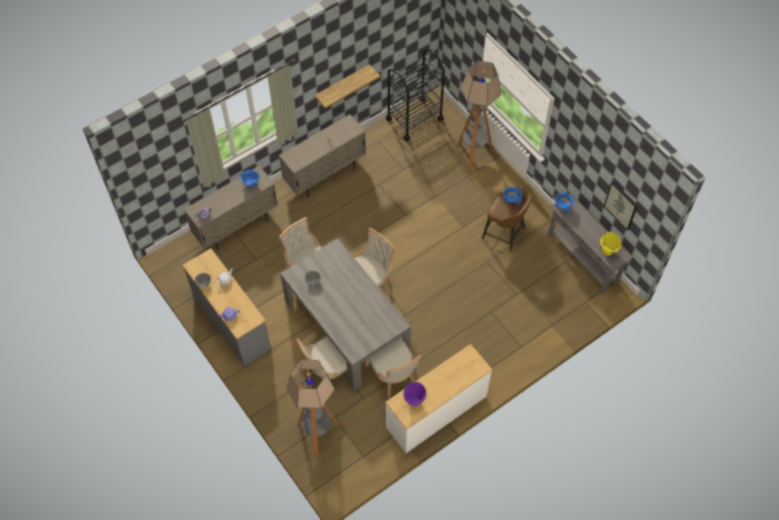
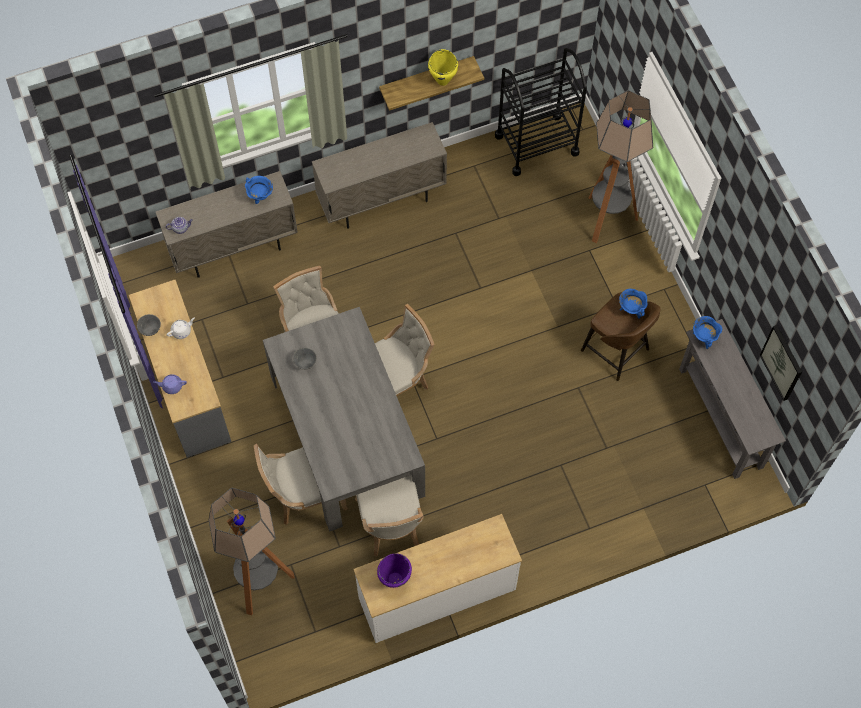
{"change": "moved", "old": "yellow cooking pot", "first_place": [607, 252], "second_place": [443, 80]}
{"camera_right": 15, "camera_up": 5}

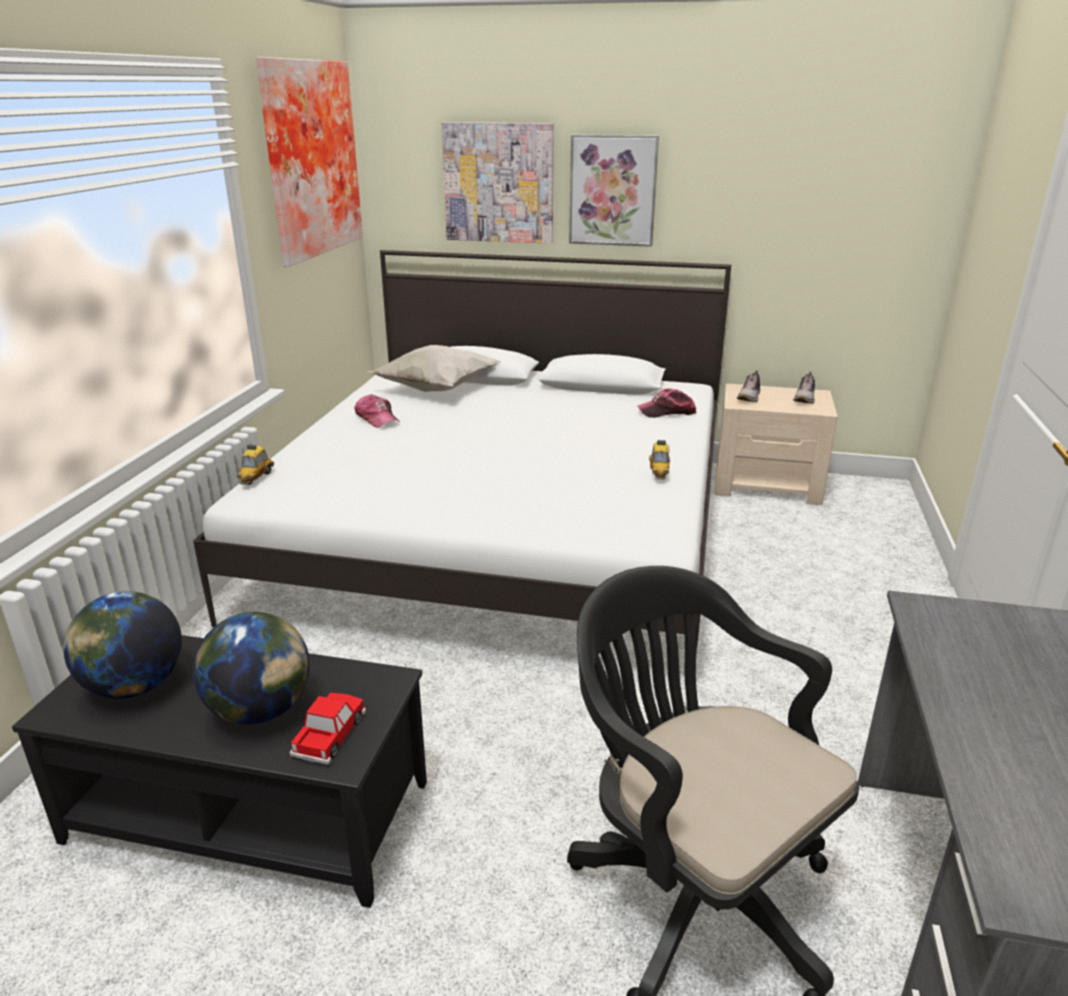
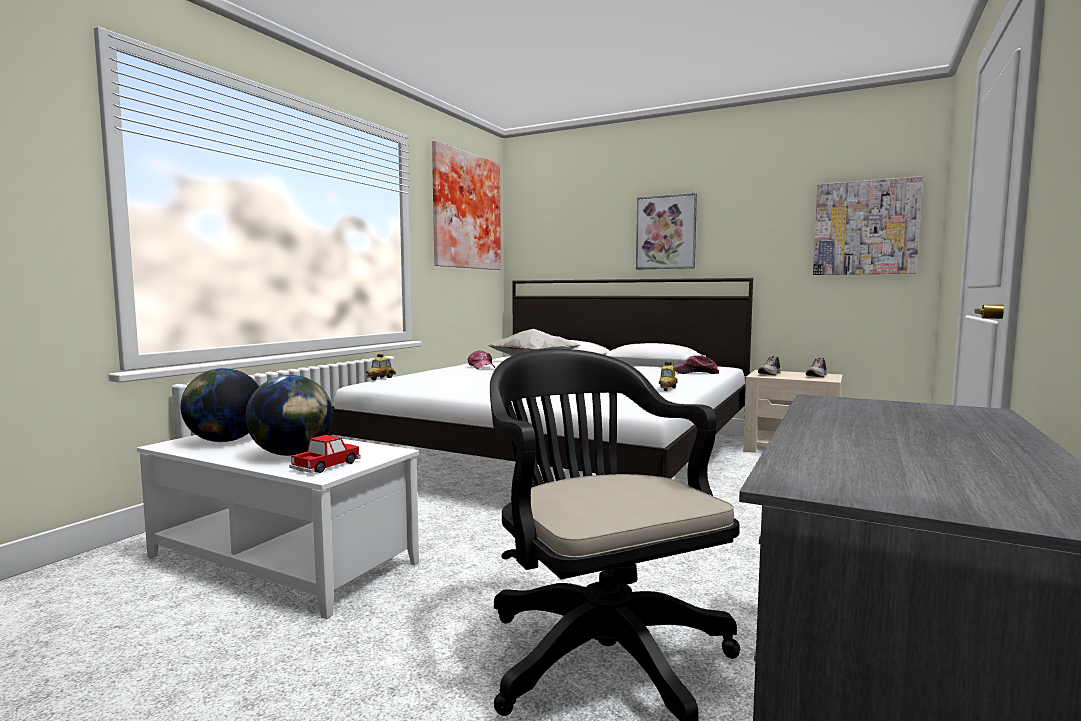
{"change": "recoloured", "old": "black coffee table", "new": "white coffee table", "first_place": [248, 814], "second_place": [280, 561]}
{"change": "moved", "old": "picture", "first_place": [499, 183], "second_place": [865, 228]}
{"camera_right": 15, "camera_up": -20}

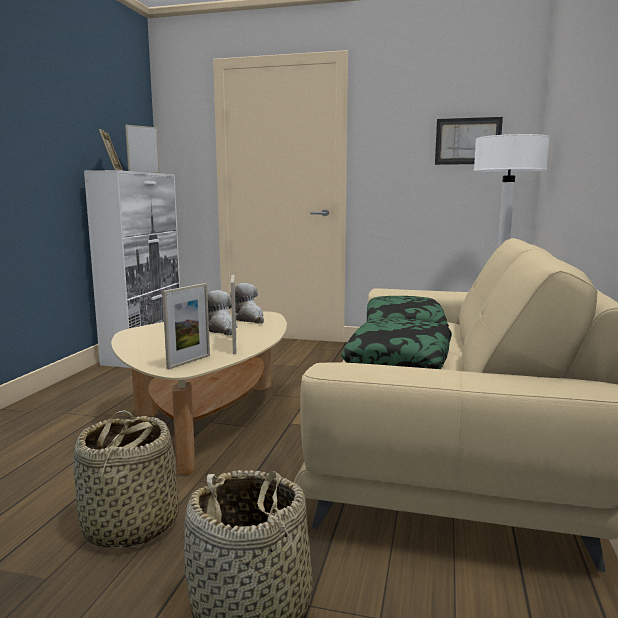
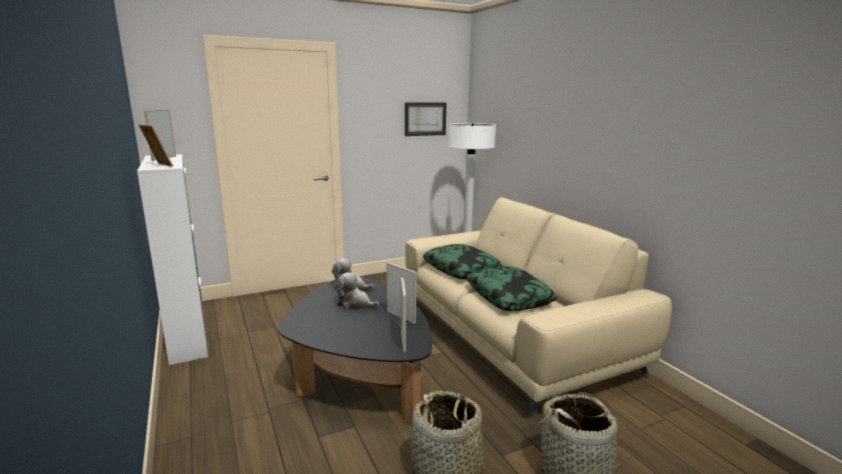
{"change": "recoloured", "old": "beige coffee table", "new": "black coffee table", "first_place": [209, 418], "second_place": [359, 376]}
{"camera_right": -40, "camera_up": 5}

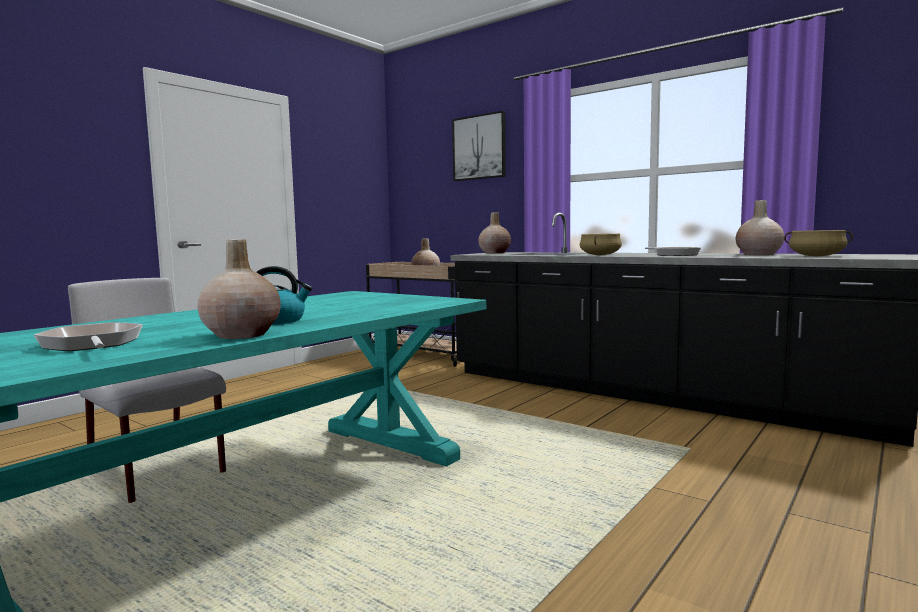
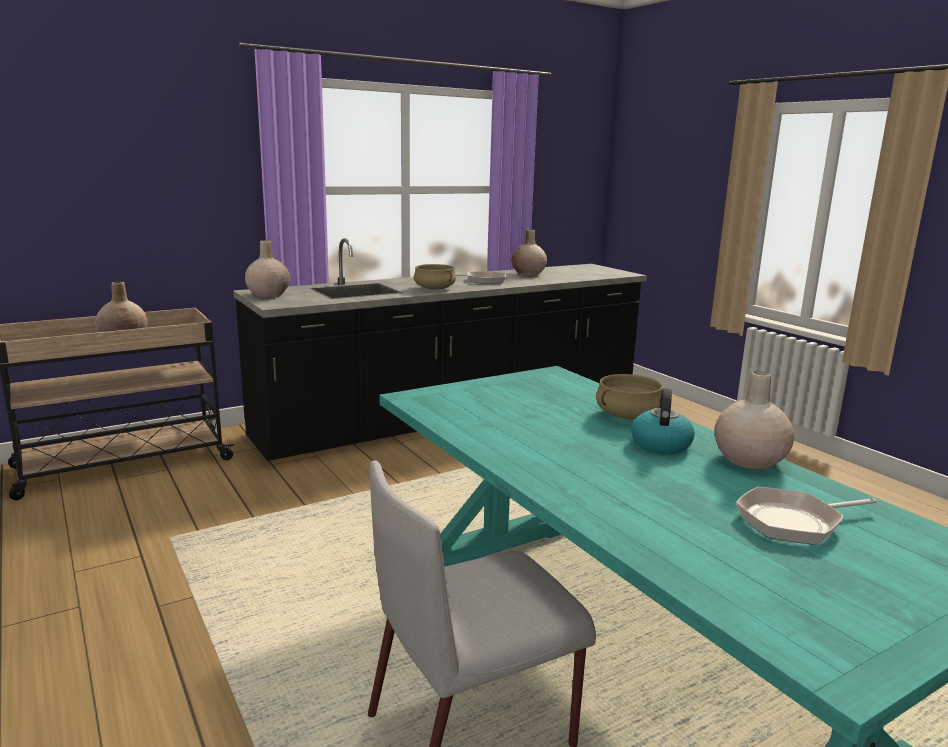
{"change": "removed", "old": "picture", "first_place": [479, 147]}
{"change": "moved", "old": "beige cooking pot", "first_place": [816, 256], "second_place": [627, 415]}
{"camera_right": -70, "camera_up": 10}

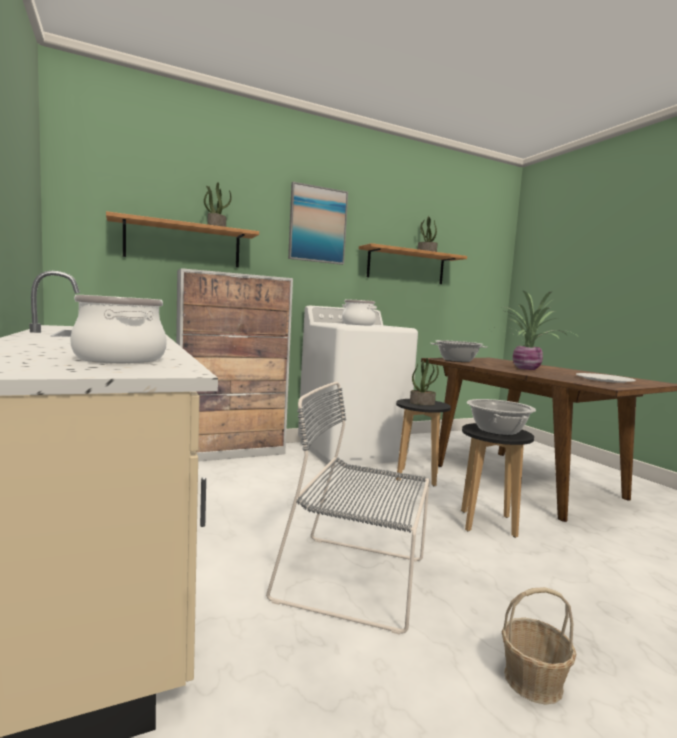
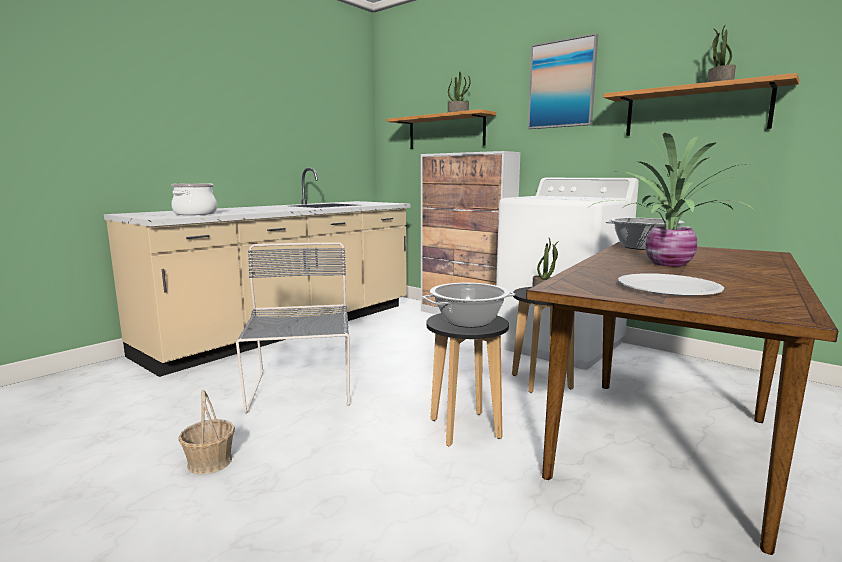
{"change": "removed", "old": "cooking pot", "first_place": [358, 324]}
{"camera_right": 65, "camera_up": 5}

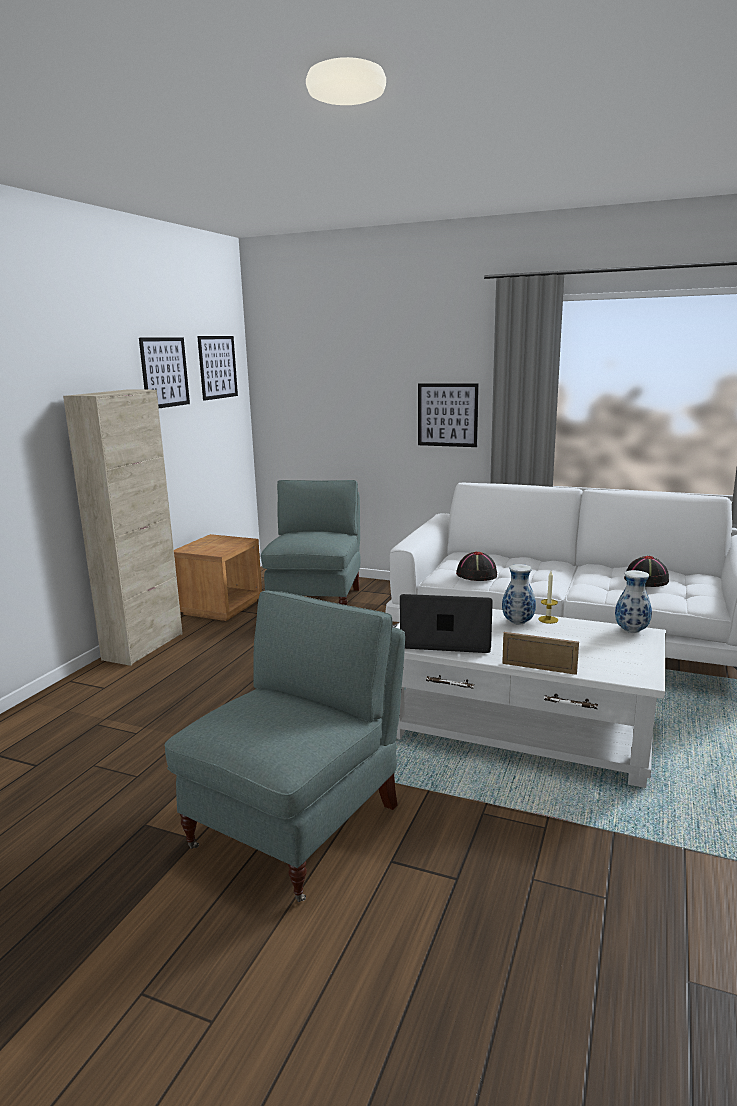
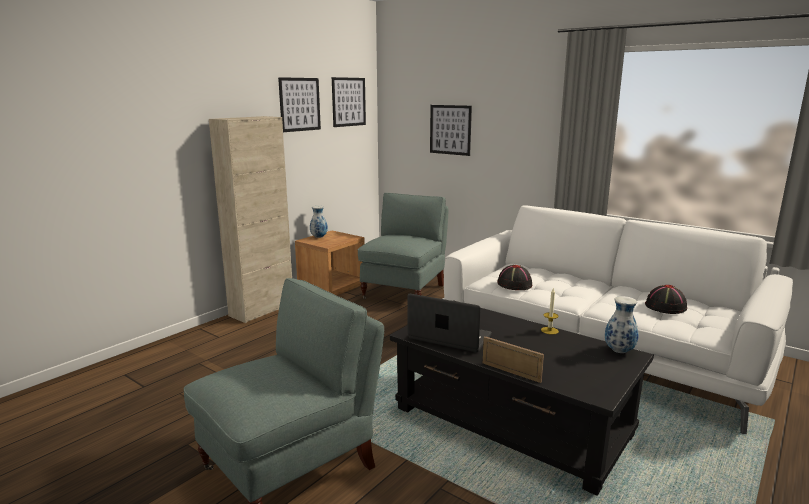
{"change": "recoloured", "old": "white coffee table", "new": "black coffee table", "first_place": [520, 729], "second_place": [512, 422]}
{"change": "moved", "old": "picture", "first_place": [447, 415], "second_place": [450, 129]}
{"change": "moved", "old": "vase", "first_place": [517, 622], "second_place": [319, 237]}
{"camera_right": 15, "camera_up": 0}

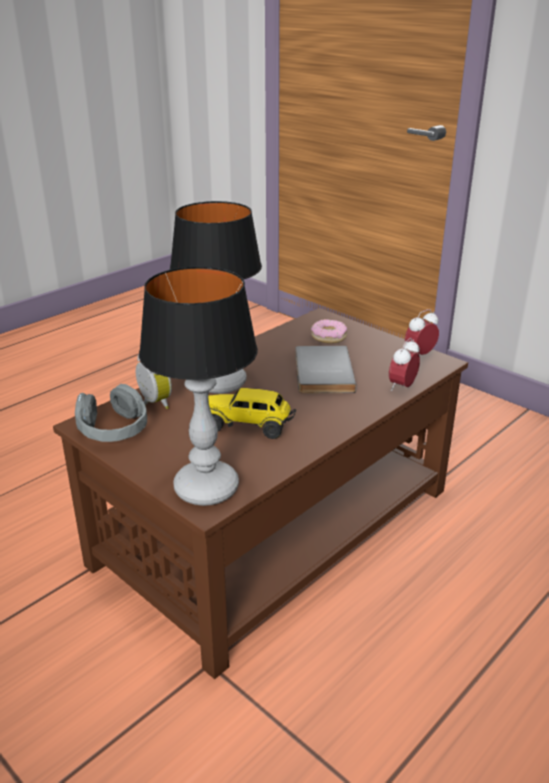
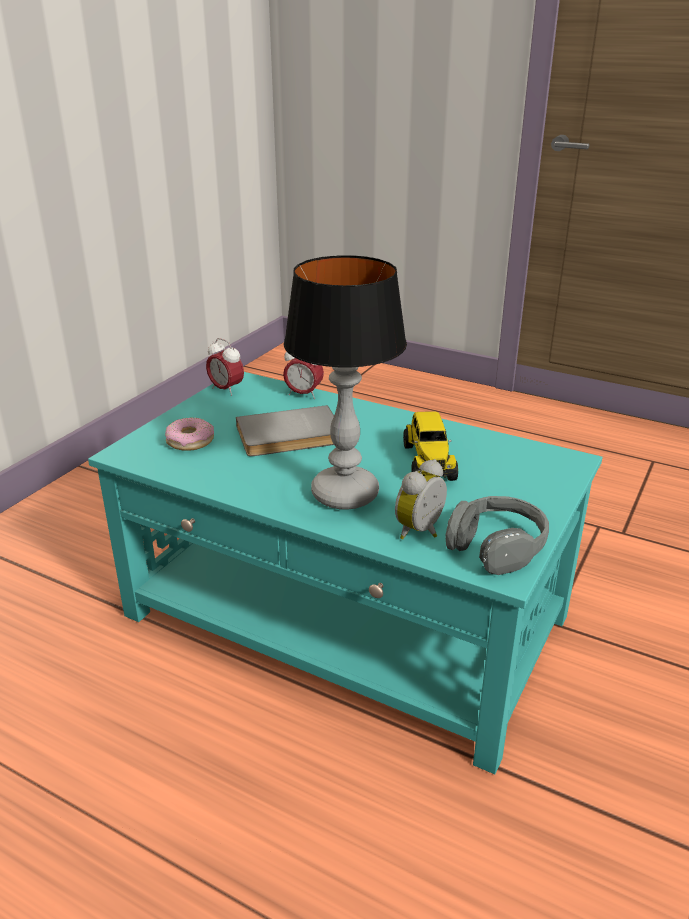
{"change": "recoloured", "old": "brown coffee table", "new": "turquoise coffee table", "first_place": [274, 526], "second_place": [347, 617]}
{"change": "removed", "old": "table lamp", "first_place": [207, 487]}
{"camera_right": -105, "camera_up": 0}

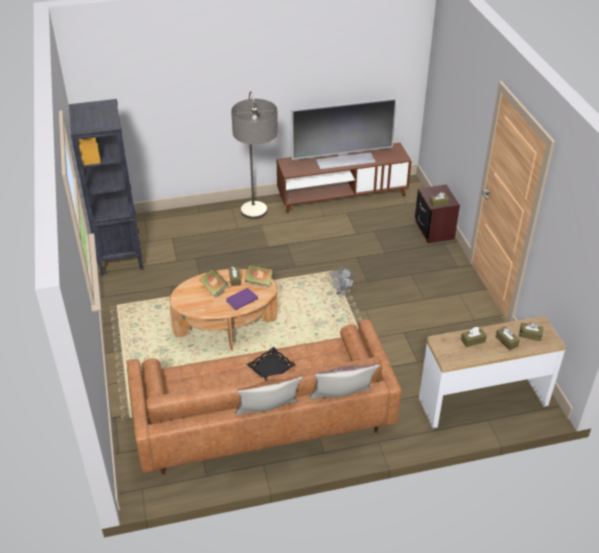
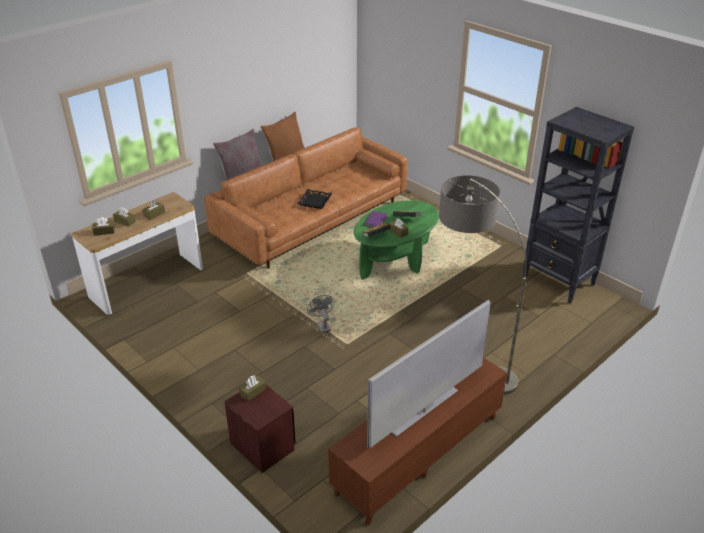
{"change": "recoloured", "old": "brown coffee table", "new": "green coffee table", "first_place": [226, 329], "second_place": [395, 261]}
{"camera_right": 150, "camera_up": -5}

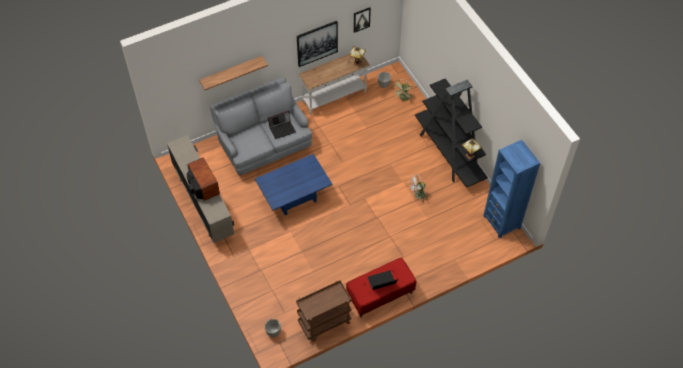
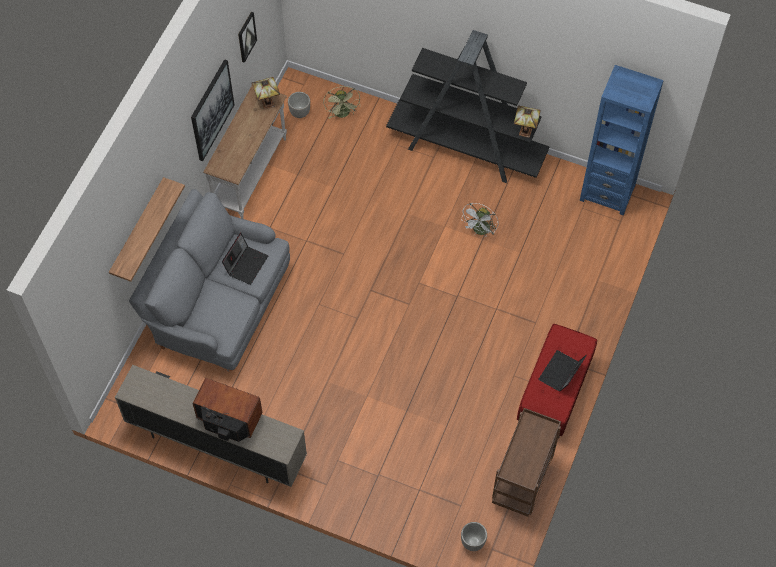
{"change": "removed", "old": "blue coffee table", "first_place": [294, 197]}
{"camera_right": -40, "camera_up": 5}

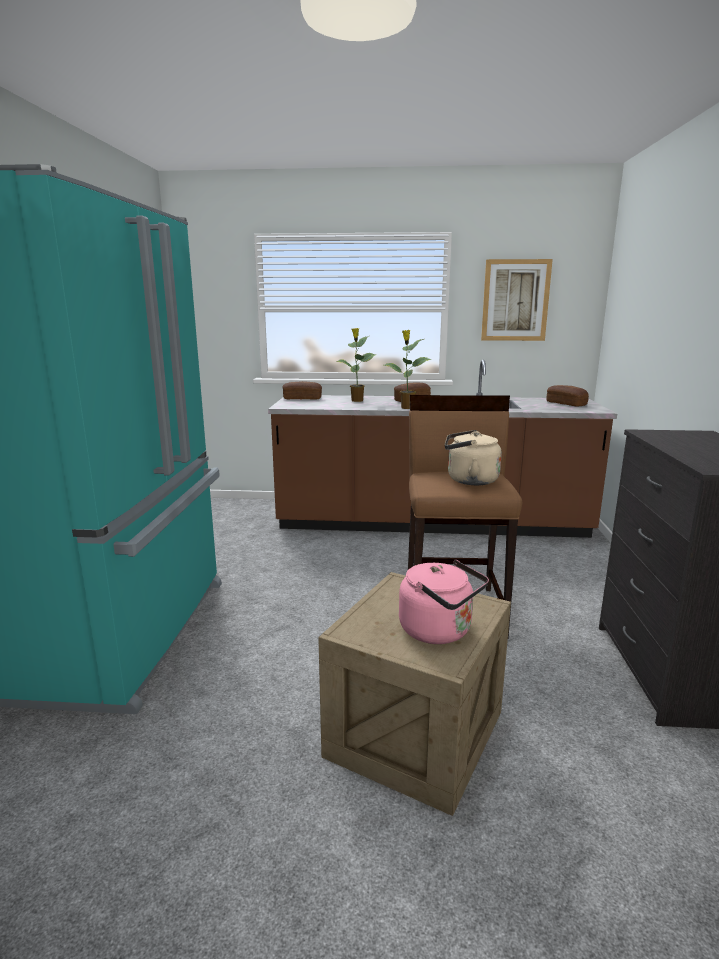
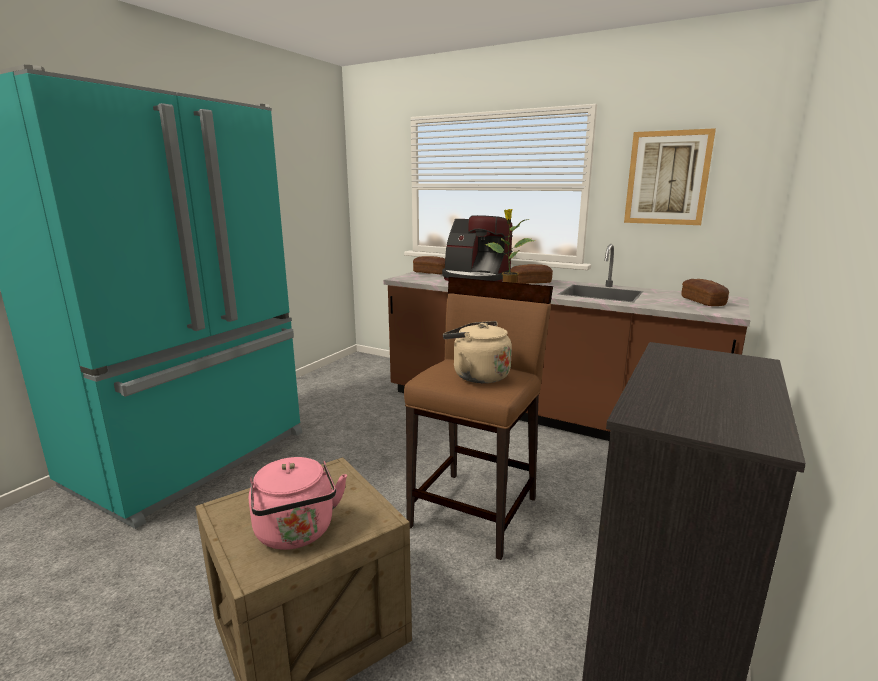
{"change": "replaced", "old": "potted plant", "new": "coffee machine", "first_place": [357, 401], "second_place": [475, 278]}
{"camera_right": 25, "camera_up": 0}

